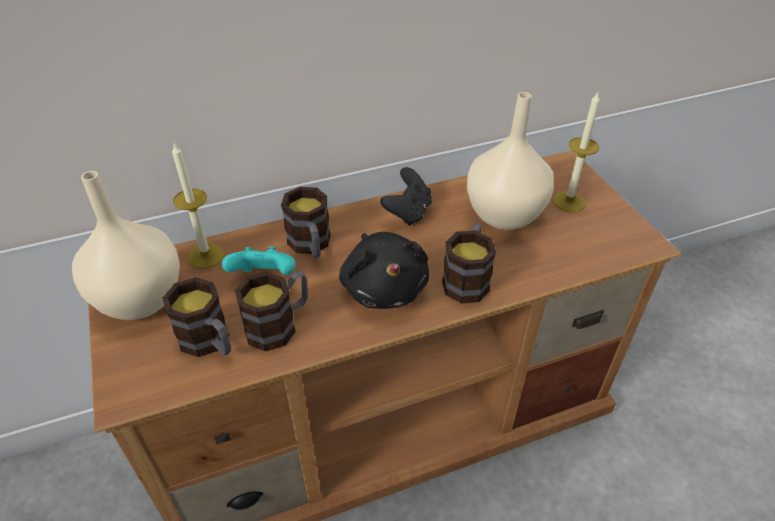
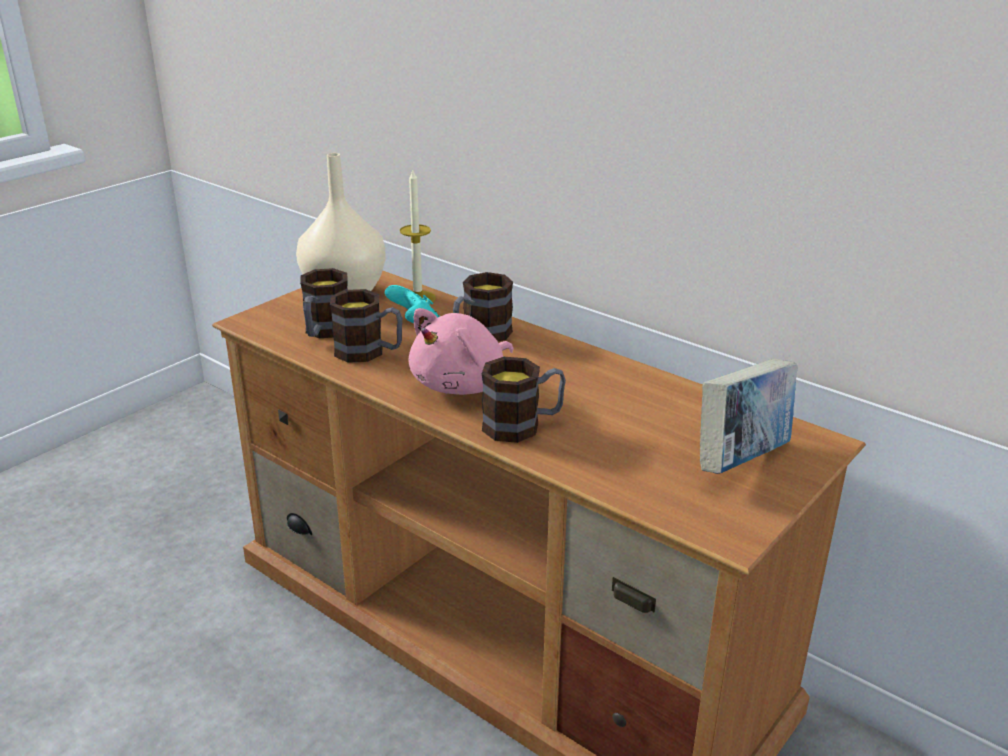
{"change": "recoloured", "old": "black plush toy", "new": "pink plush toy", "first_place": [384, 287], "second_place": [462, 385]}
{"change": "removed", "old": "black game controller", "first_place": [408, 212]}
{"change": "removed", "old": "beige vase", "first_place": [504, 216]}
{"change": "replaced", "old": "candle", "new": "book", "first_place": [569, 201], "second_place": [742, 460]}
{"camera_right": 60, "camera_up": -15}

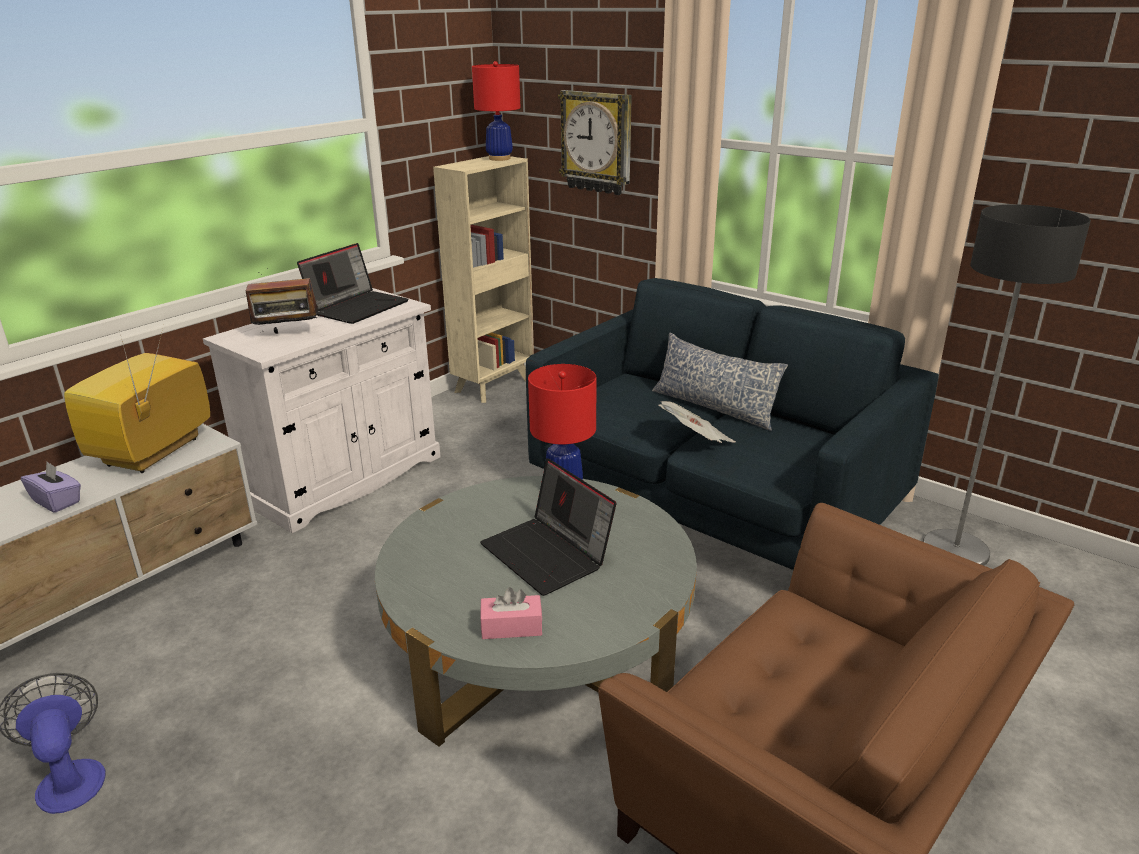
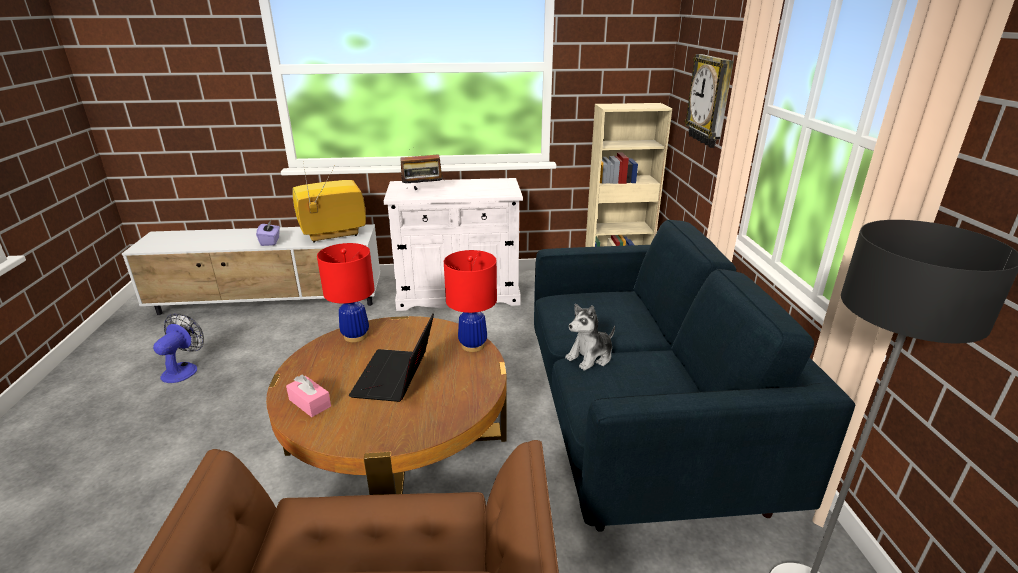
{"change": "turned", "old": "radio", "first_place": [288, 335], "second_place": [423, 190], "degrees": -45}
{"change": "removed", "old": "laptop", "first_place": [358, 307]}
{"change": "recoloured", "old": "grey coffee table", "new": "brown coffee table", "first_place": [539, 649], "second_place": [398, 441]}
{"change": "moved", "old": "red table lamp", "first_place": [499, 158], "second_place": [355, 336]}
{"change": "removed", "old": "pillow", "first_place": [714, 407]}
{"change": "replaced", "old": "newspaper", "new": "plush toy", "first_place": [696, 441], "second_place": [590, 357]}
{"camera_right": 45, "camera_up": 0}

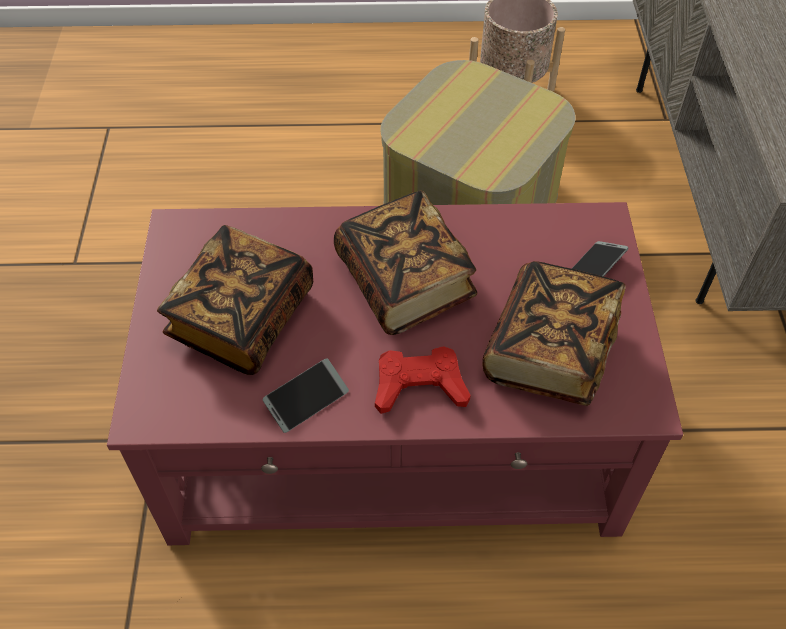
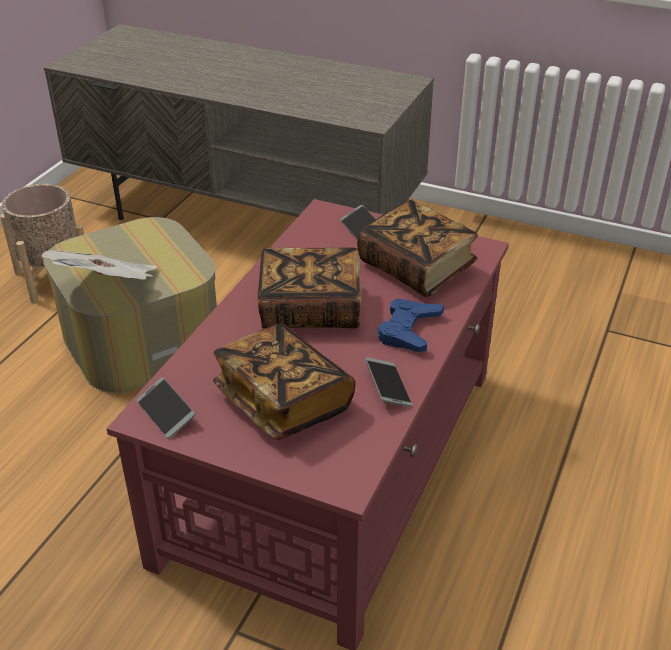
{"change": "recoloured", "old": "red game controller", "new": "blue game controller", "first_place": [419, 385], "second_place": [409, 330]}
{"change": "added", "new": "newspaper", "second_place": [109, 288]}
{"change": "added", "new": "phone", "second_place": [166, 413]}
{"camera_right": -65, "camera_up": -15}

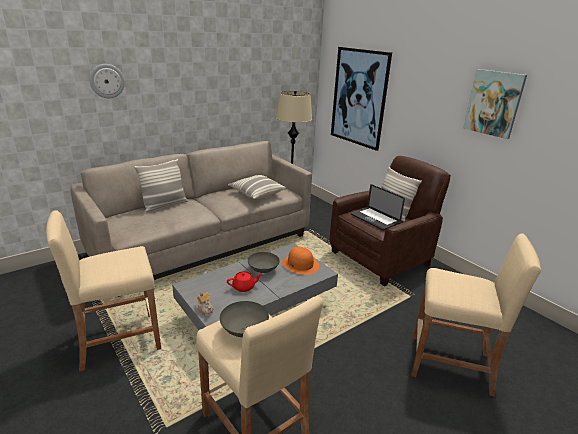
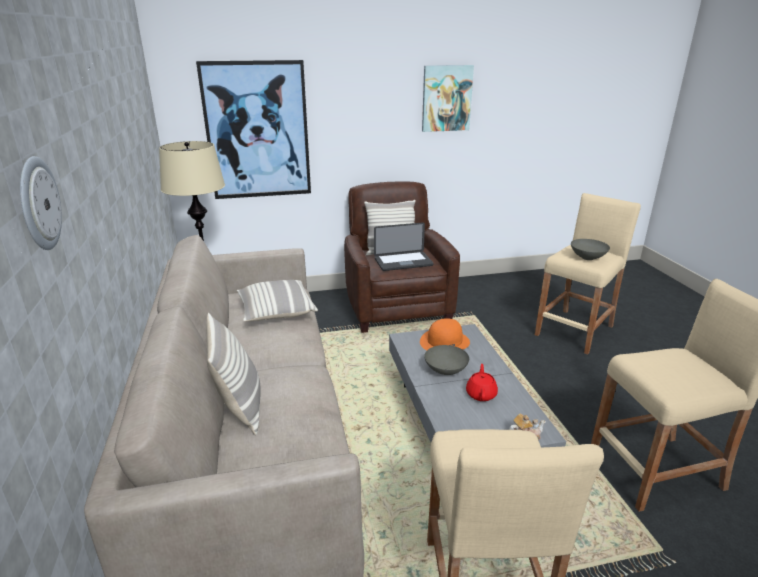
{"change": "moved", "old": "grey bowl", "first_place": [244, 330], "second_place": [587, 258]}
{"camera_right": -65, "camera_up": 0}

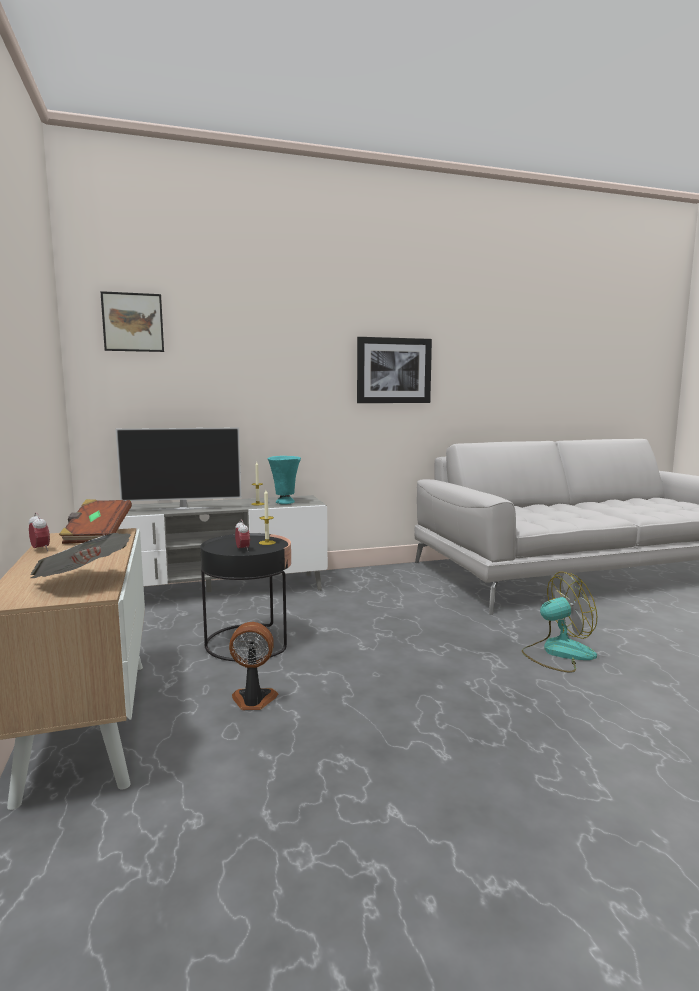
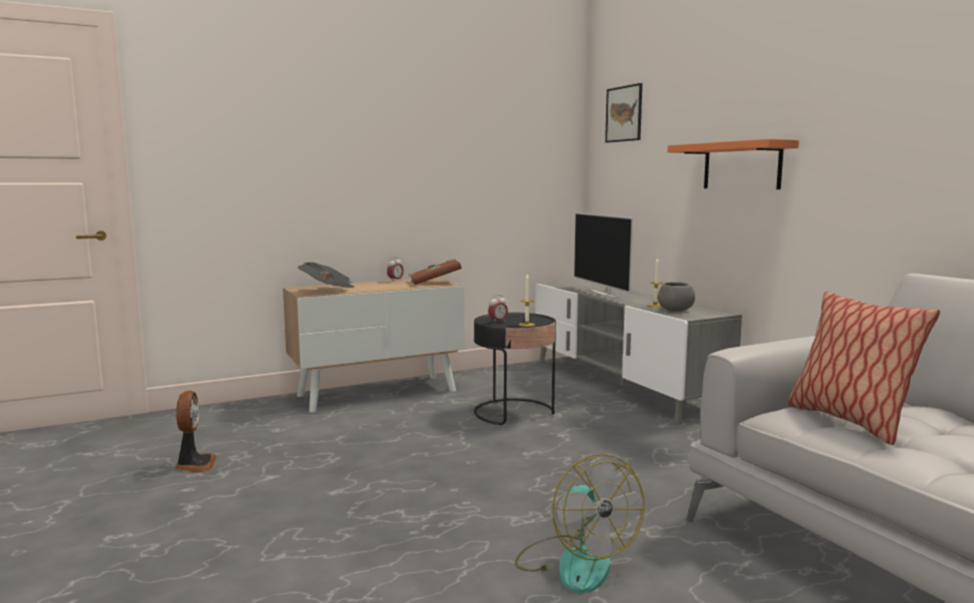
{"change": "moved", "old": "fan", "first_place": [253, 700], "second_place": [194, 464]}
{"change": "replaced", "old": "turquoise vase", "new": "grey bowl", "first_place": [285, 503], "second_place": [675, 310]}
{"change": "removed", "old": "picture", "first_place": [393, 370]}
{"change": "added", "new": "orange shelf", "second_place": [741, 166]}
{"change": "added", "new": "pillow", "second_place": [849, 421]}
{"camera_right": 80, "camera_up": 0}

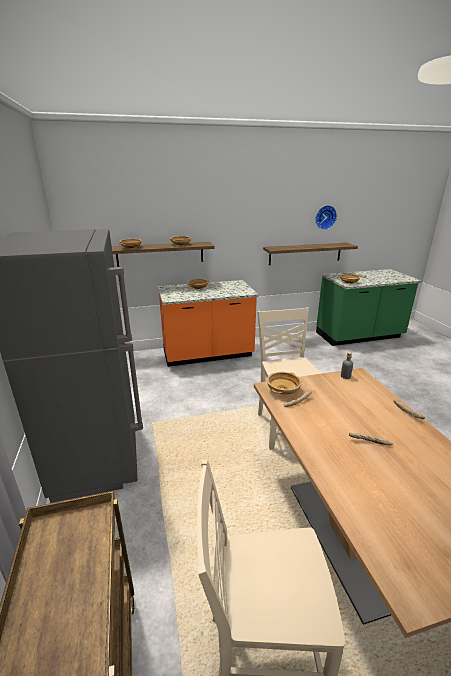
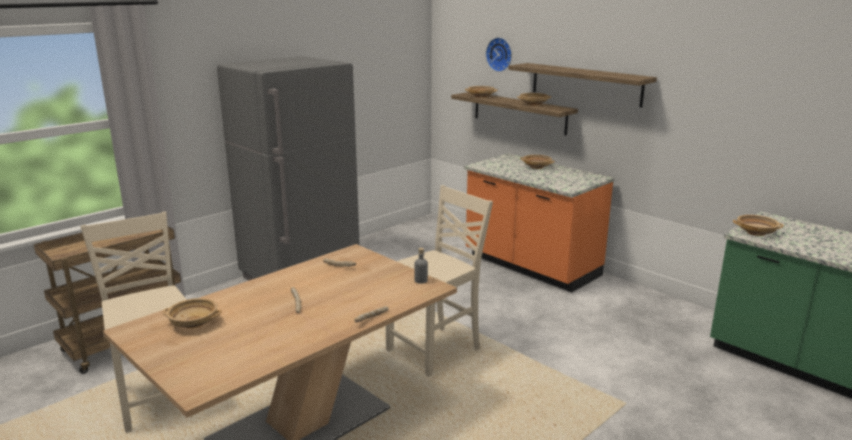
{"change": "moved", "old": "shelf", "first_place": [305, 253], "second_place": [585, 84]}
{"change": "moved", "old": "beige bowl", "first_place": [283, 390], "second_place": [193, 323]}
{"change": "moved", "old": "wall clock", "first_place": [325, 217], "second_place": [500, 54]}
{"camera_right": 60, "camera_up": -5}

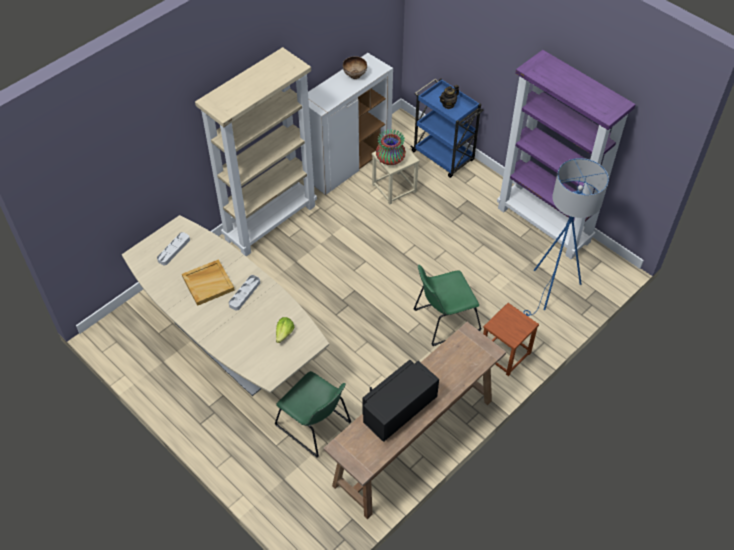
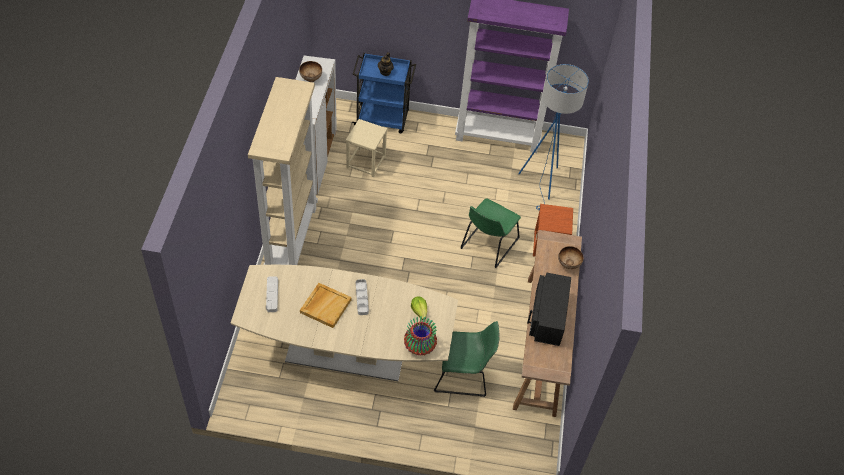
{"change": "moved", "old": "vase", "first_place": [390, 159], "second_place": [420, 346]}
{"change": "added", "new": "bowl", "second_place": [568, 264]}
{"camera_right": -40, "camera_up": 0}

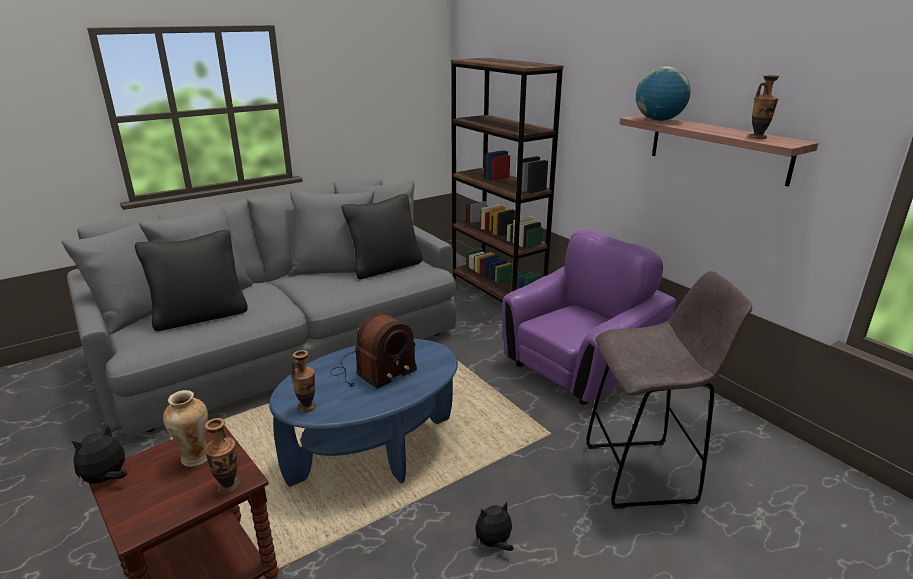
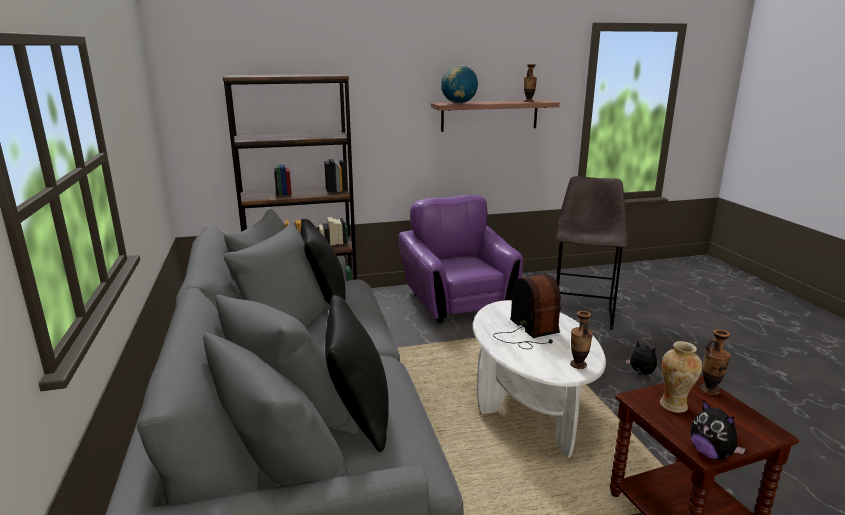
{"change": "recoloured", "old": "blue coffee table", "new": "white coffee table", "first_place": [374, 450], "second_place": [530, 406]}
{"change": "turned", "old": "plush toy", "first_place": [494, 543], "second_place": [640, 373], "degrees": 135}
{"camera_right": -70, "camera_up": -5}

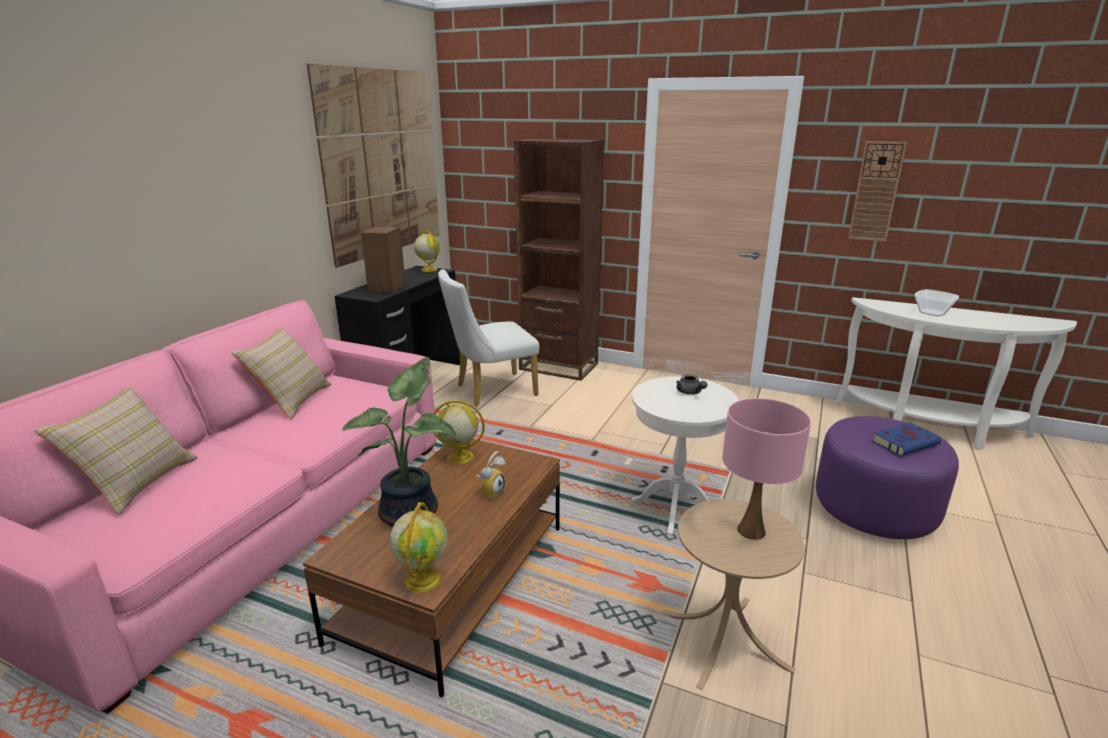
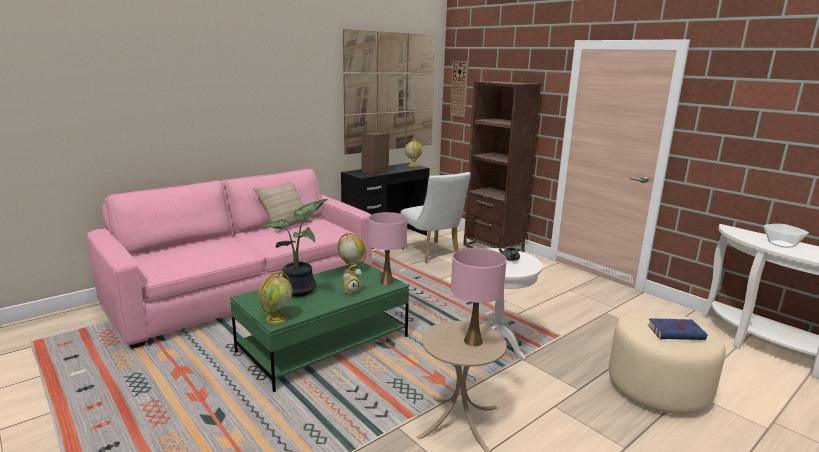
{"change": "removed", "old": "beige pillow", "first_place": [136, 483]}
{"change": "recoloured", "old": "brown coffee table", "new": "green coffee table", "first_place": [453, 581], "second_place": [324, 344]}
{"change": "turned", "old": "white chair", "first_place": [490, 391], "second_place": [432, 254], "degrees": -120}
{"change": "recoloured", "old": "purple ottoman", "new": "beige ottoman", "first_place": [875, 509], "second_place": [658, 389]}
{"change": "moved", "old": "wall clock", "first_place": [876, 192], "second_place": [459, 89]}
{"change": "added", "new": "pink table lamp", "second_place": [386, 282]}
{"camera_right": 25, "camera_up": -5}

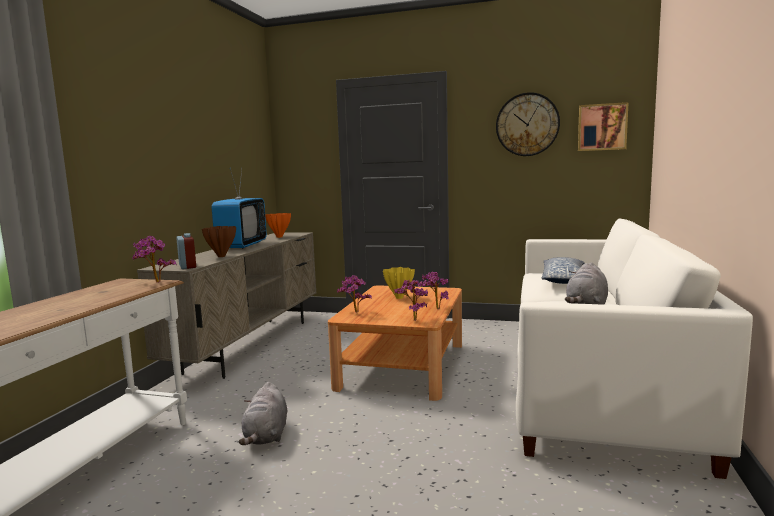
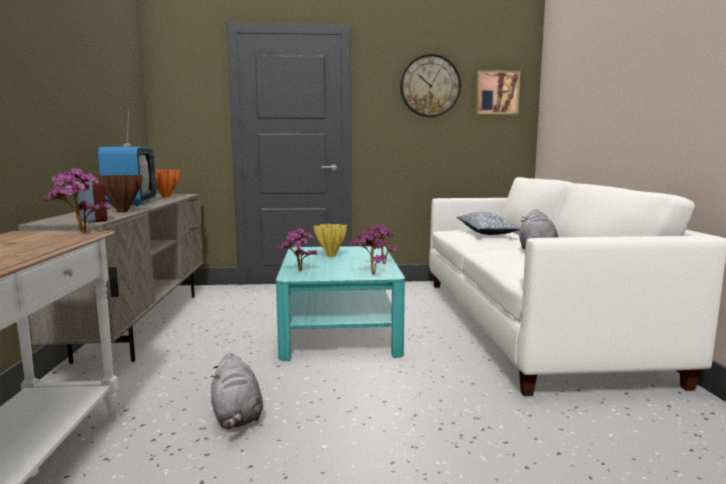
{"change": "recoloured", "old": "brown coffee table", "new": "turquoise coffee table", "first_place": [403, 365], "second_place": [339, 328]}
{"camera_right": -20, "camera_up": 0}

